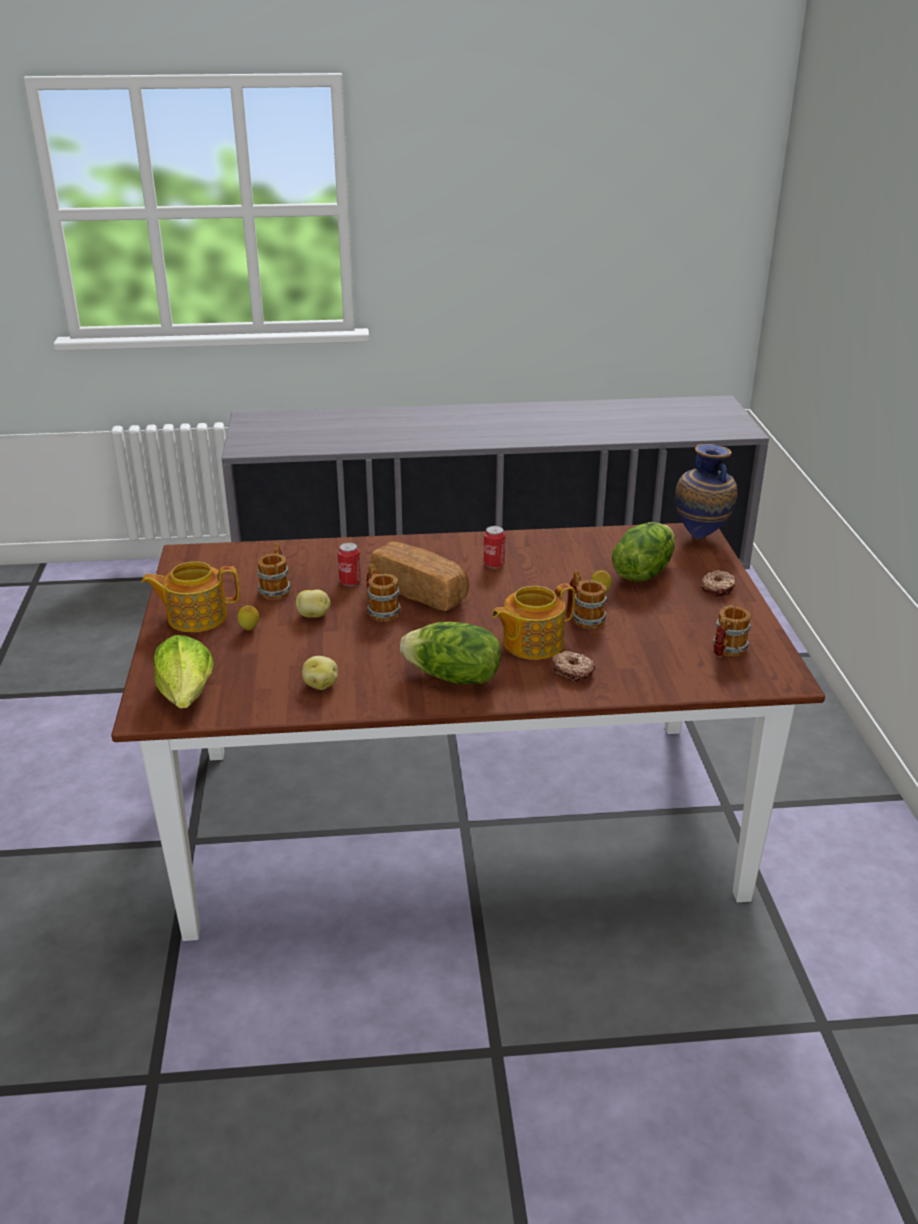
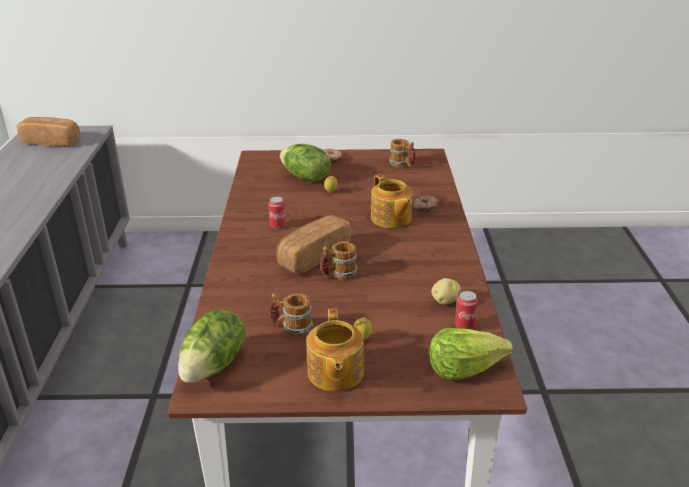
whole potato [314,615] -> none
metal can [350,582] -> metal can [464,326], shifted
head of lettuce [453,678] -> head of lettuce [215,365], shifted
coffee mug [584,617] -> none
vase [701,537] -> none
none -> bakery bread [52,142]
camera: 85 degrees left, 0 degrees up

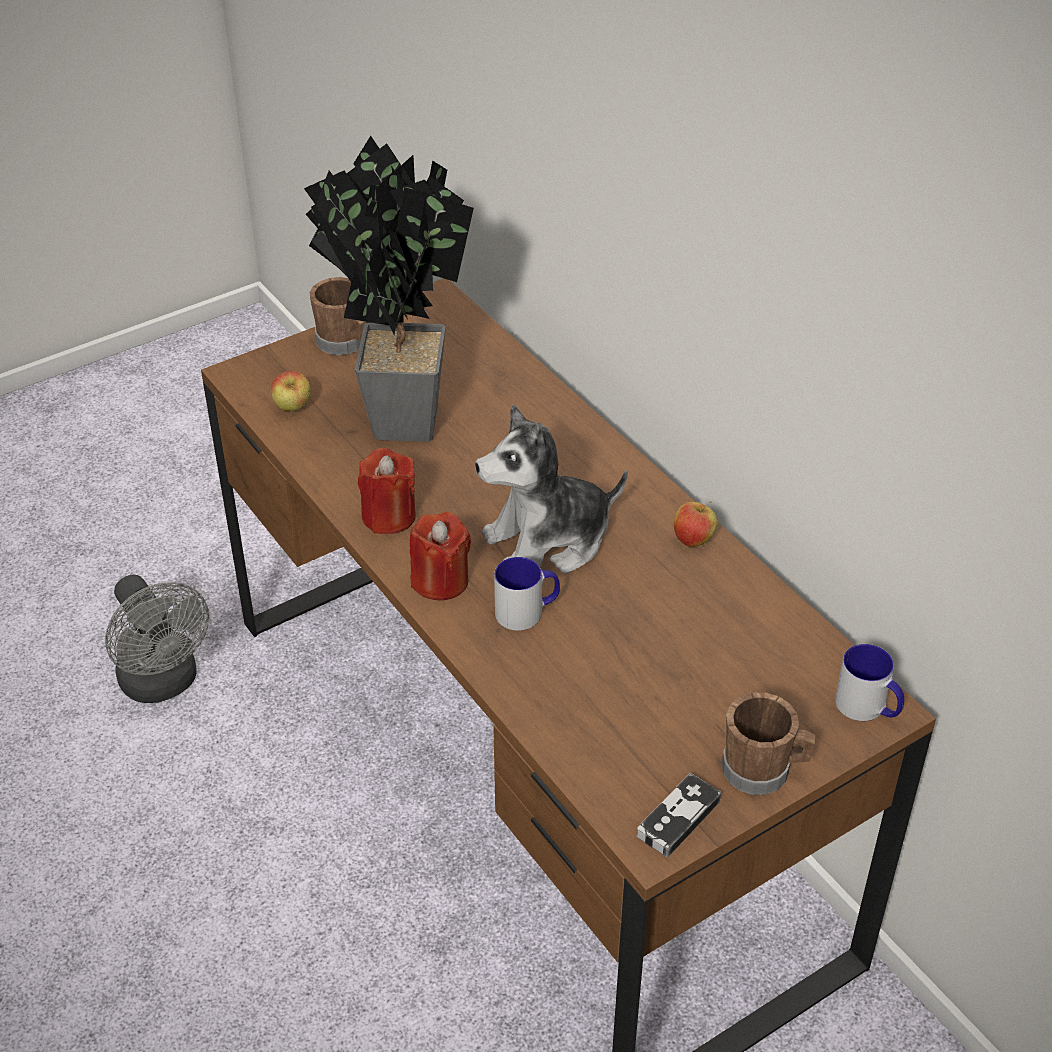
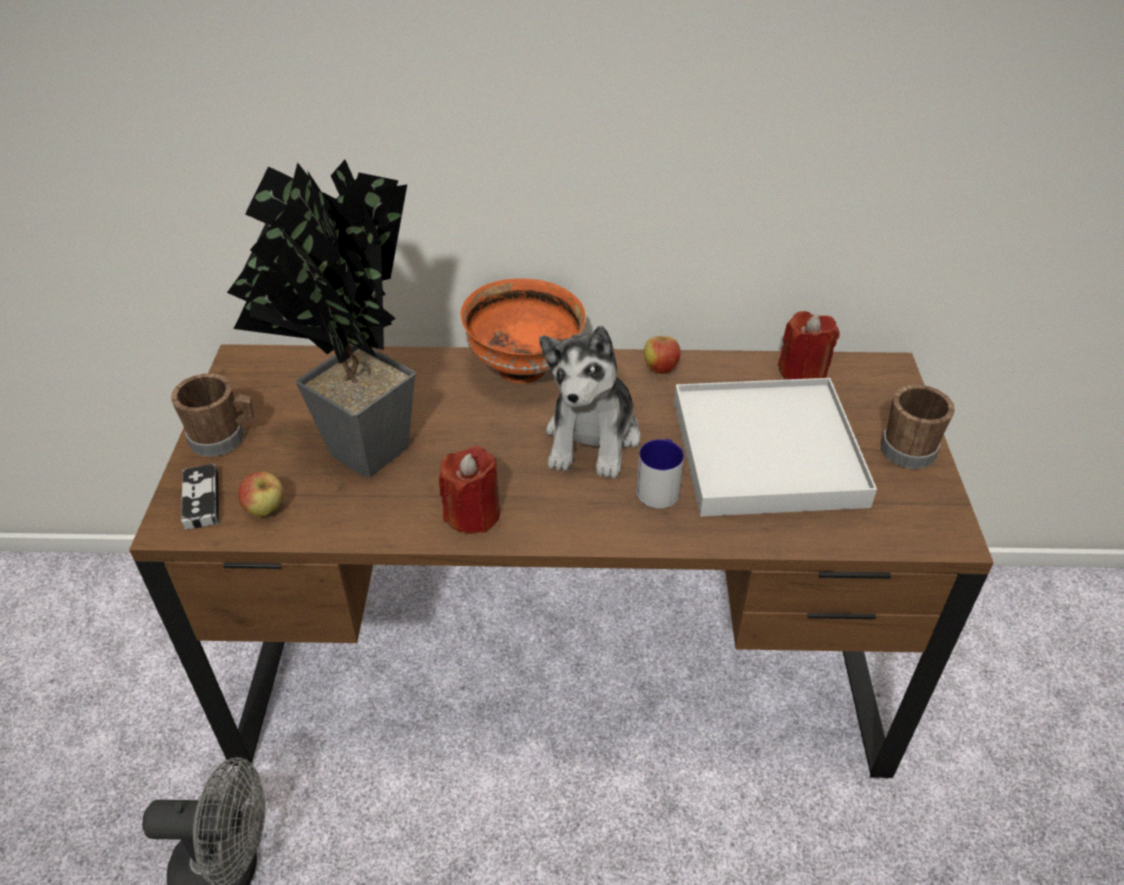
red-coloured wax candle [440,581] -> red-coloured wax candle [803,372], shifted
game controller [678,818] -> game controller [201,500], shifted
coffee mug [868,708] -> none
none -> orange deep dish [525,369]
none -> white-coloured carrying tray [766,452]
camera: 55 degrees left, 0 degrees up

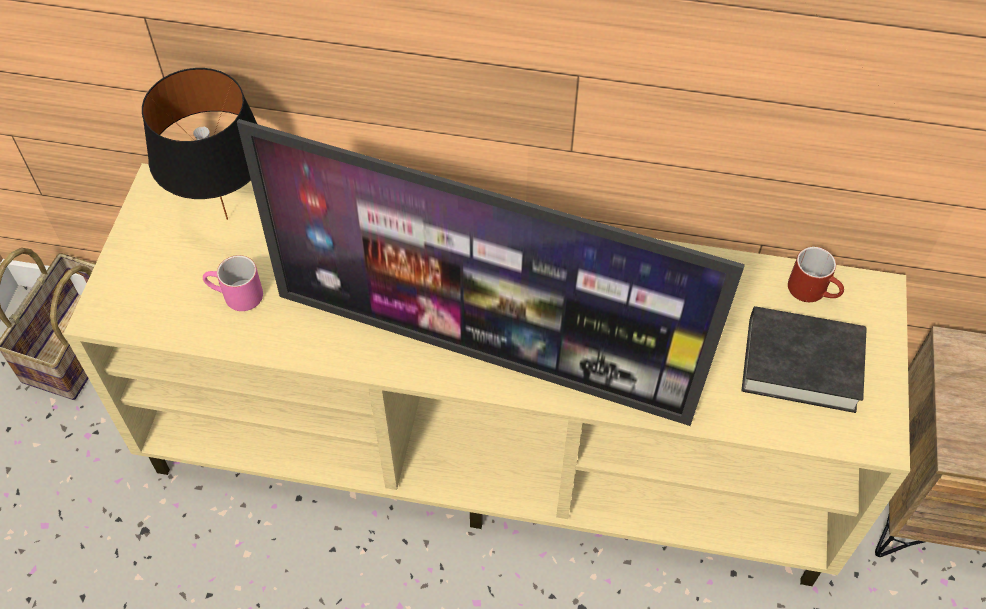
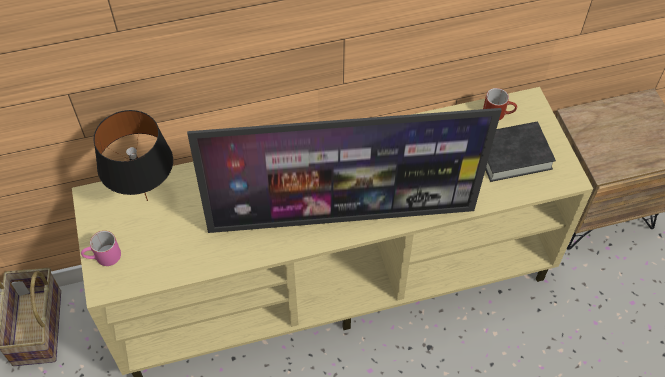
pinkish coffee mug [235,296] -> pinkish coffee mug [103,258], shifted
camera: 25 degrees left, 0 degrees up

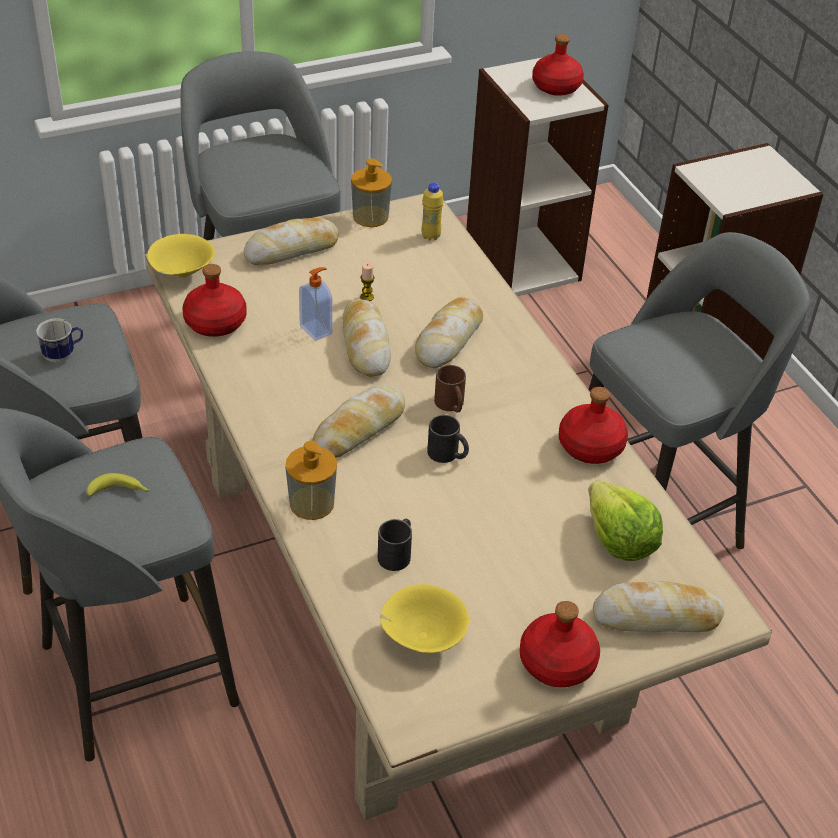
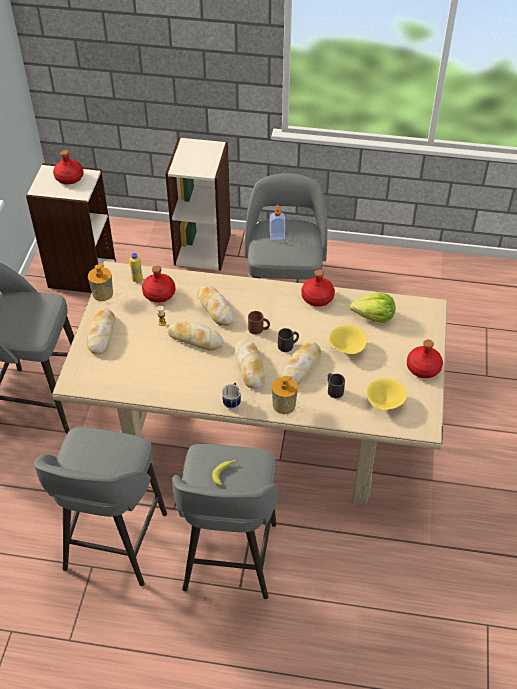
coffee mug [63,355] -> coffee mug [232,401], shifted
yellow deep dish [181,274] -> yellow deep dish [347,349], shifted
red-coloured drink bottle [216,322] -> red-coloured drink bottle [159,293], shifted
soap bottle [317,329] -> soap bottle [277,236], shifted
bakery bread [657,616] -> bakery bread [301,367], shifted
camera: 55 degrees left, 5 degrees up

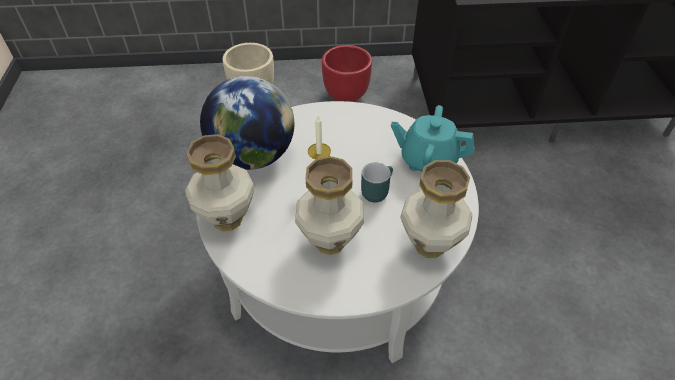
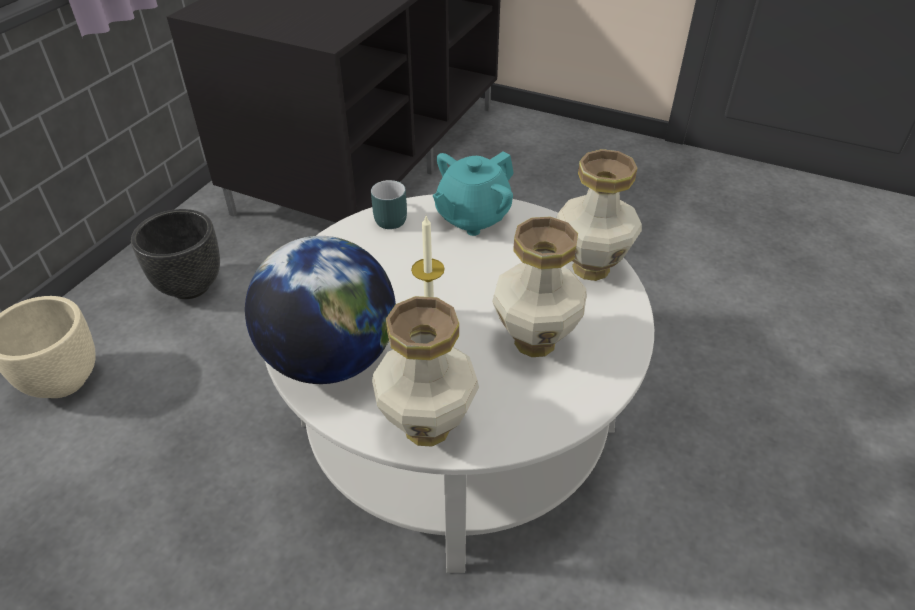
red-coloured flower pot [345,96] -> black-coloured flower pot [189,287]
turquoise-coloured coffee mug [375,190] -> turquoise-coloured coffee mug [387,218], shifted
camera: 60 degrees left, 5 degrees down

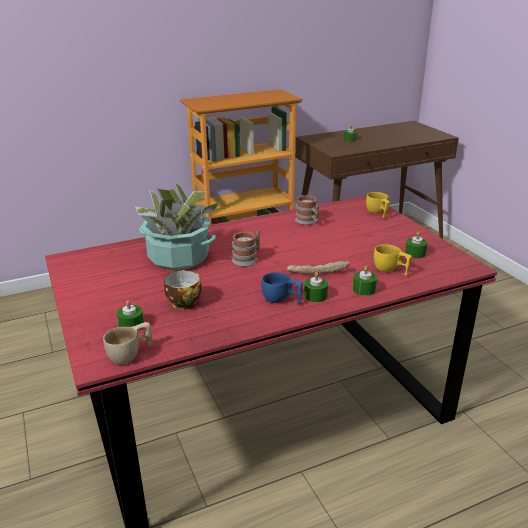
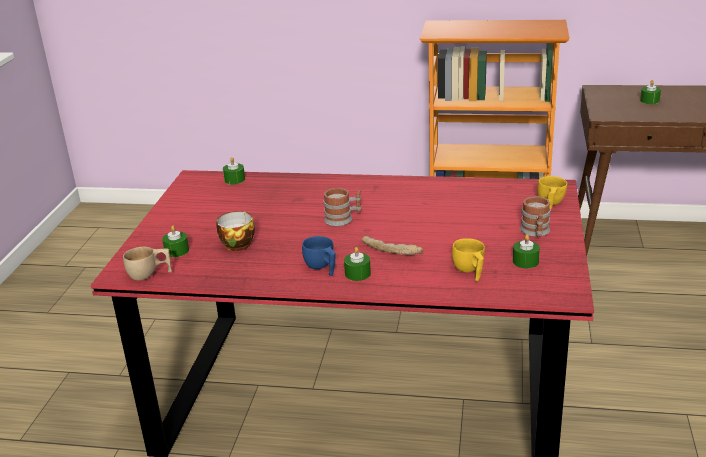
houseplant [179,258] -> none
coffee mug [308,222] -> coffee mug [535,232], shifted
green wax candle [364,289] -> green wax candle [234,180], shifted
camera: 35 degrees right, 0 degrees up

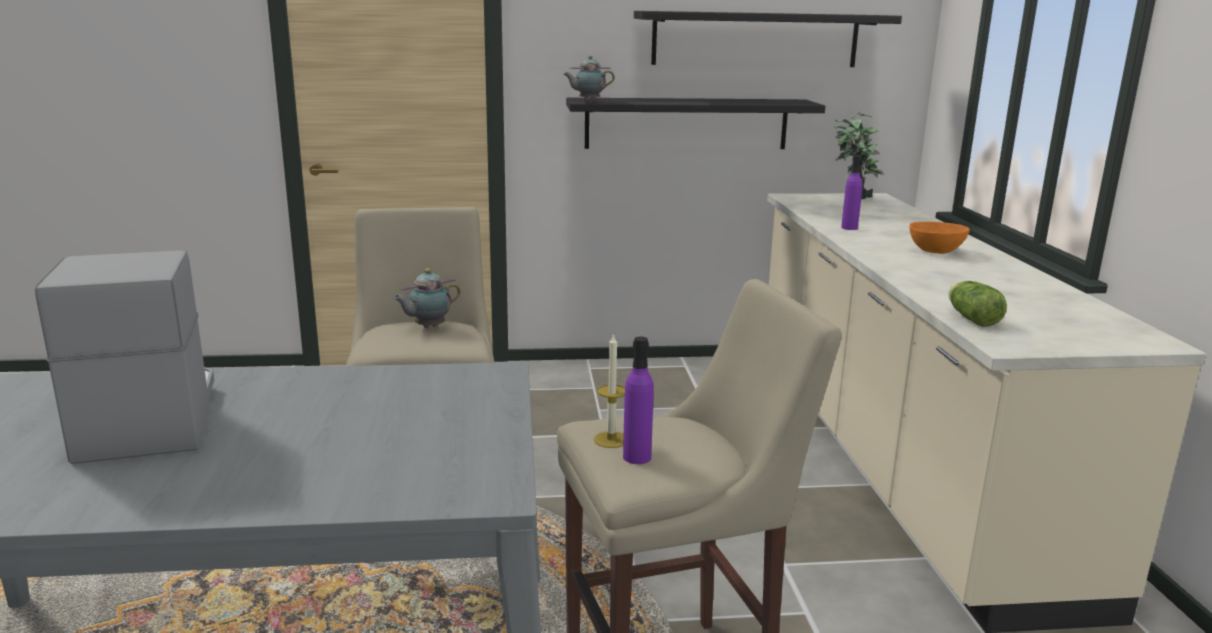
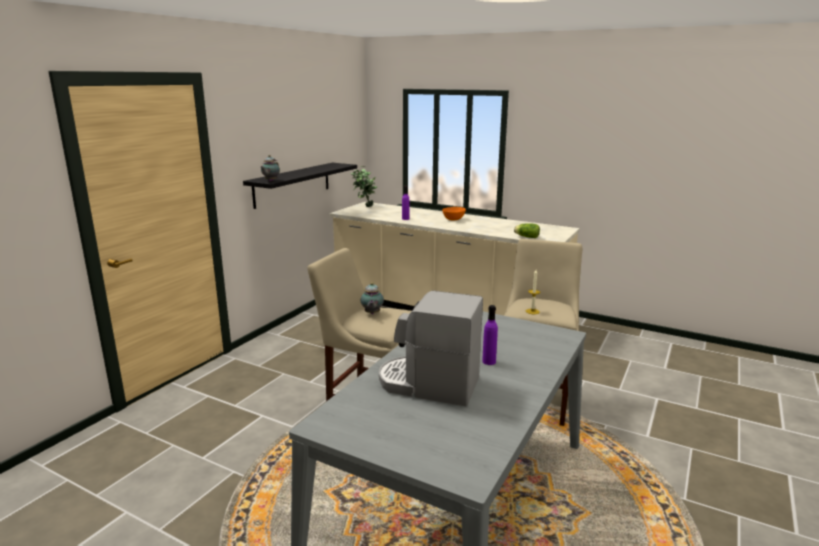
purple-coloured drink bottle [637,457] -> purple-coloured drink bottle [489,361], shifted
black-coloured shelf [755,39] -> none
camera: 55 degrees left, 0 degrees up

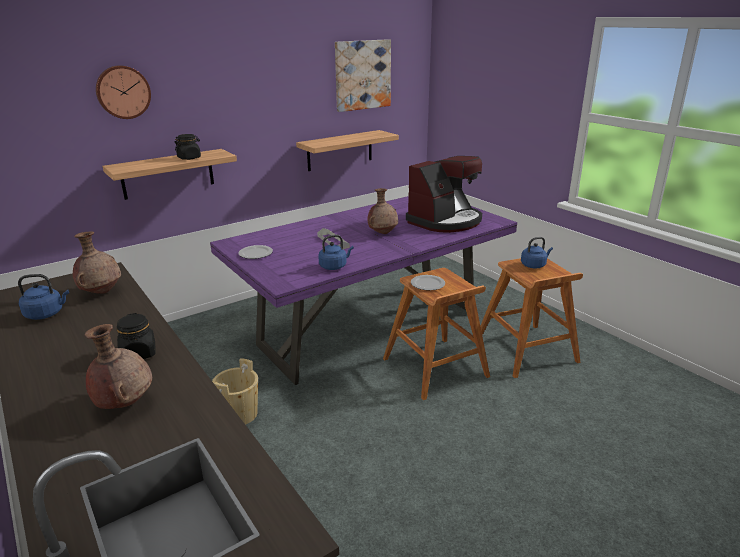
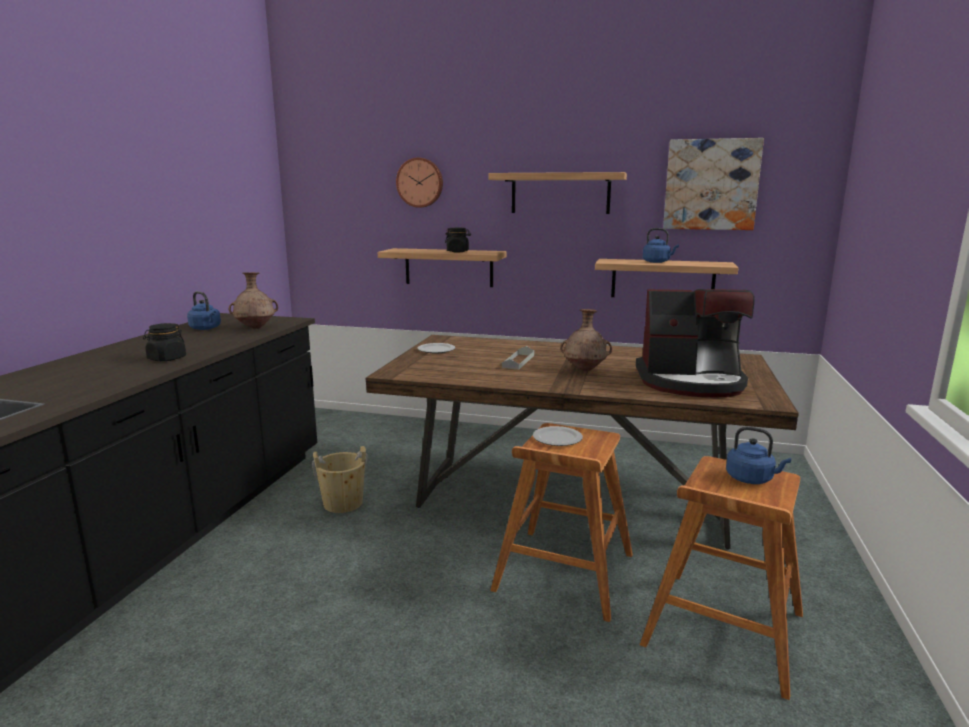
brownish vase [125,403] -> none
purple-coloured kitchen table [370,328] -> brownish kitchen table [571,501]
blue-coloured tea kettle [334,266] -> blue-coloured tea kettle [657,262], shifted
none -> shelf [560,193]
camera: 50 degrees right, 10 degrees down

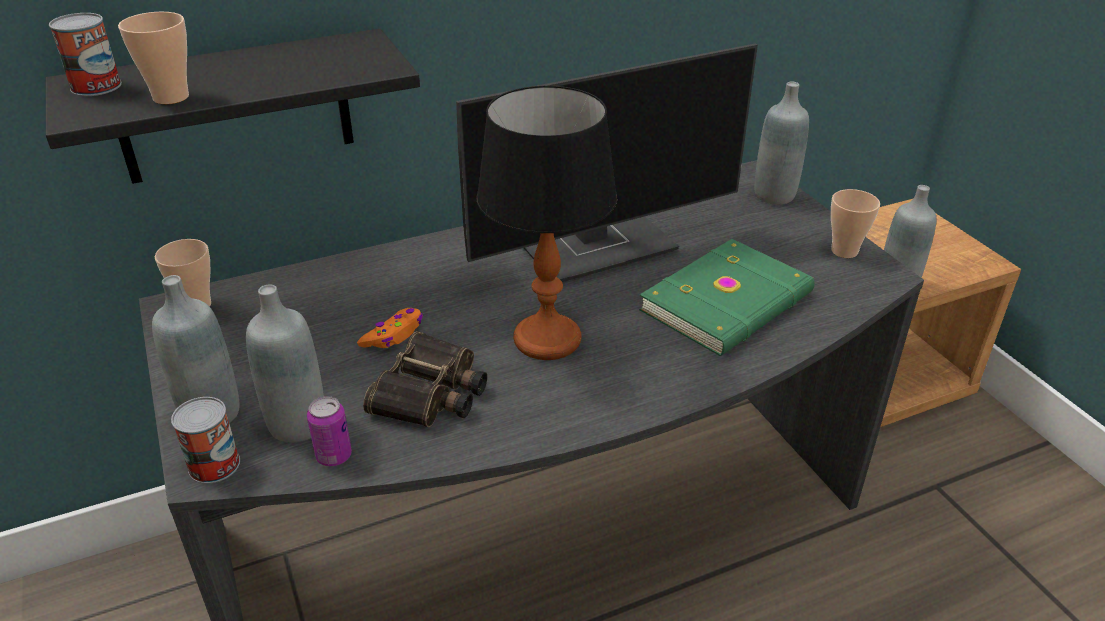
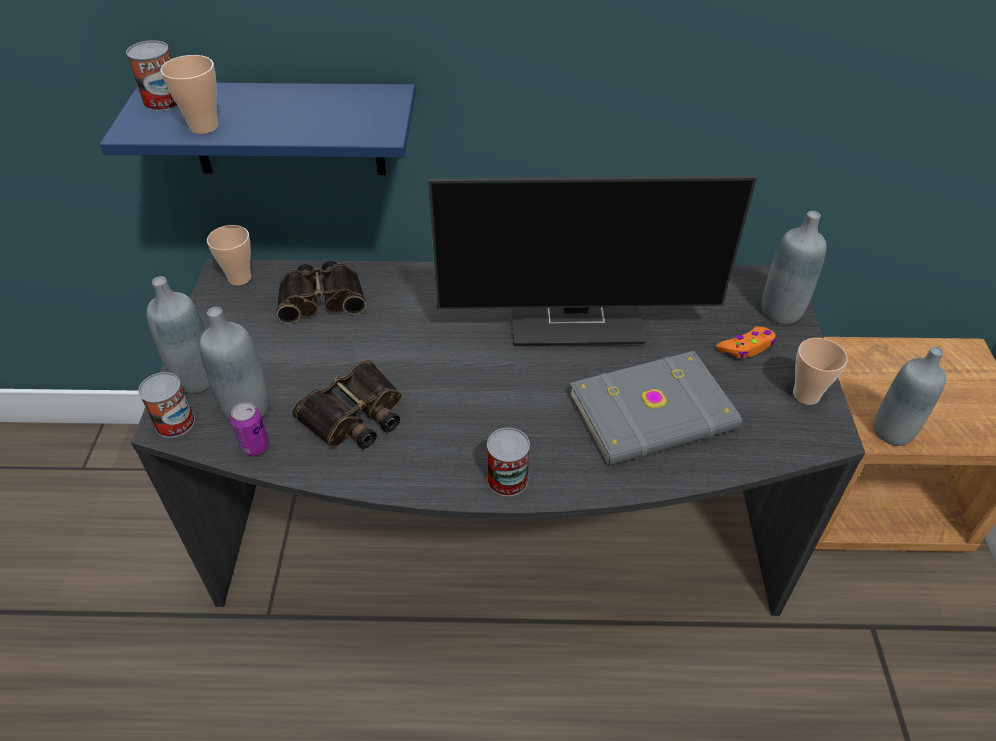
black-coloured shelf [235,107] -> blue-coloured shelf [286,129]
orange game controller [394,335] -> orange game controller [746,347], shifted
tabletop lamp [546,339] -> none
green volume [729,303] -> grey volume [654,415]
none -> pair of binoculars [322,298]
none -> metal can [507,479]
camera: 25 degrees right, 10 degrees up

